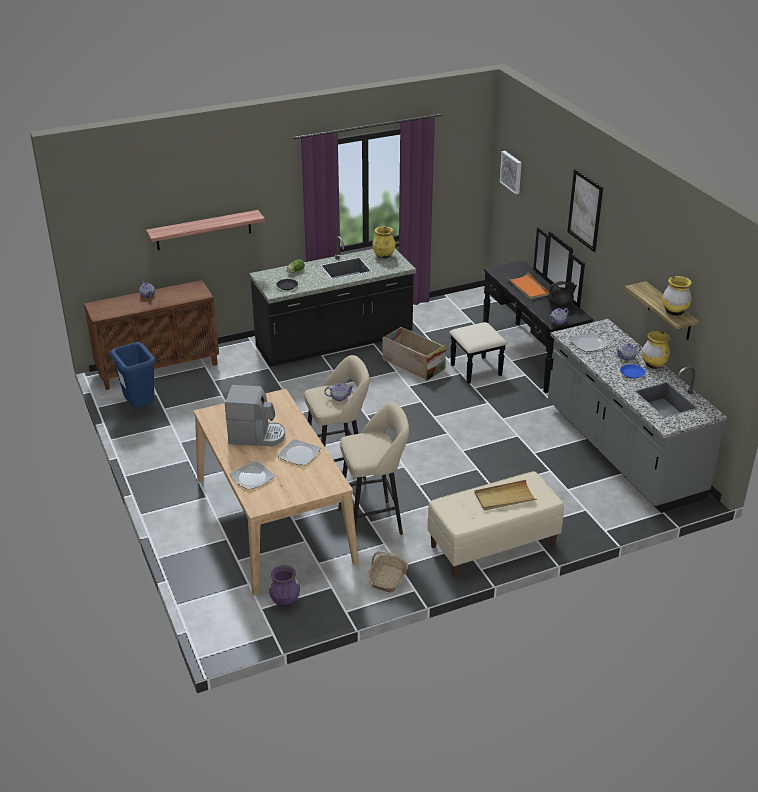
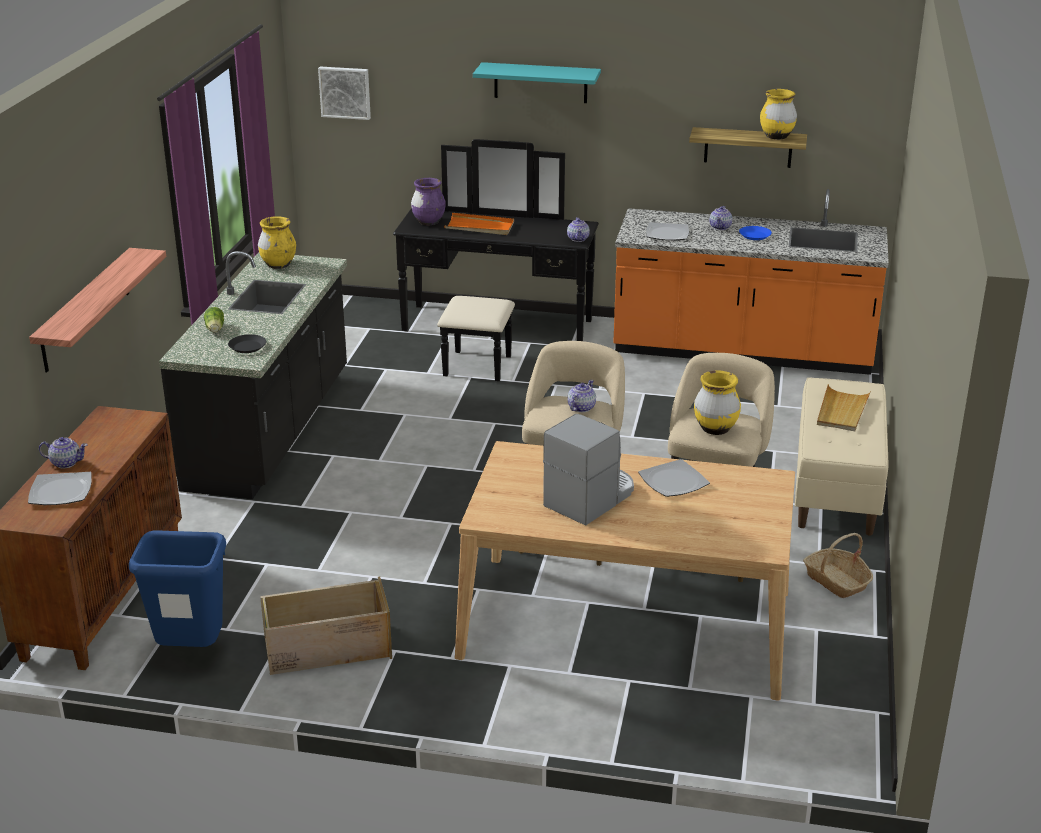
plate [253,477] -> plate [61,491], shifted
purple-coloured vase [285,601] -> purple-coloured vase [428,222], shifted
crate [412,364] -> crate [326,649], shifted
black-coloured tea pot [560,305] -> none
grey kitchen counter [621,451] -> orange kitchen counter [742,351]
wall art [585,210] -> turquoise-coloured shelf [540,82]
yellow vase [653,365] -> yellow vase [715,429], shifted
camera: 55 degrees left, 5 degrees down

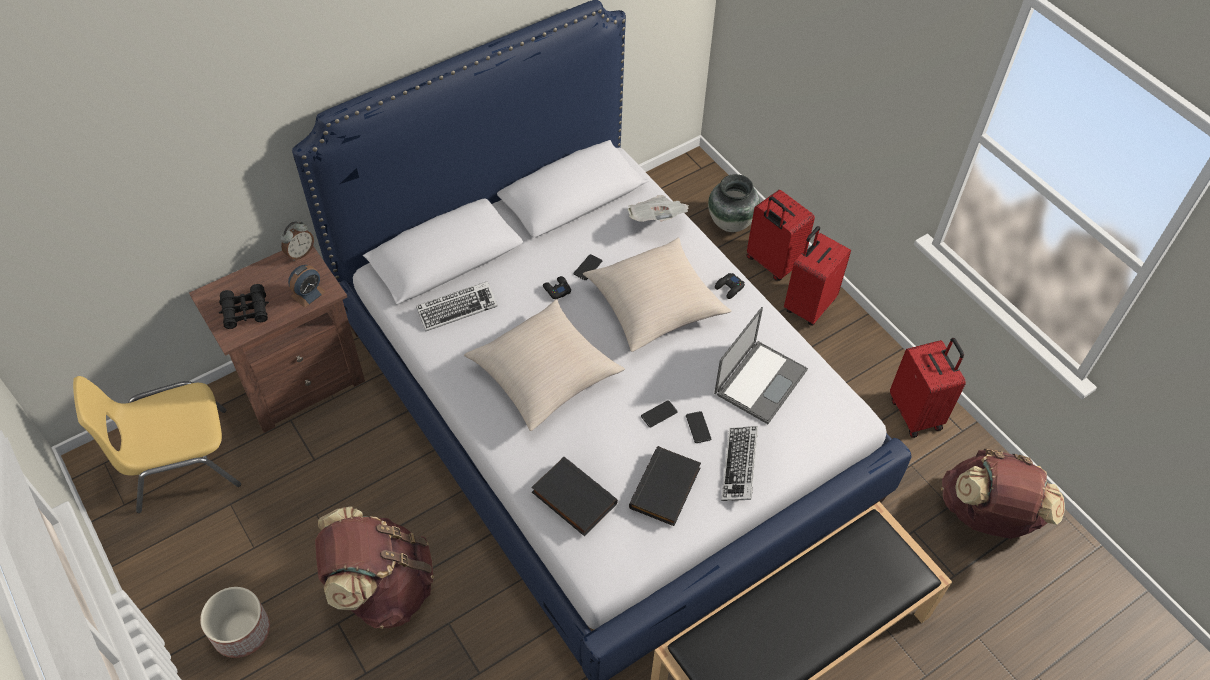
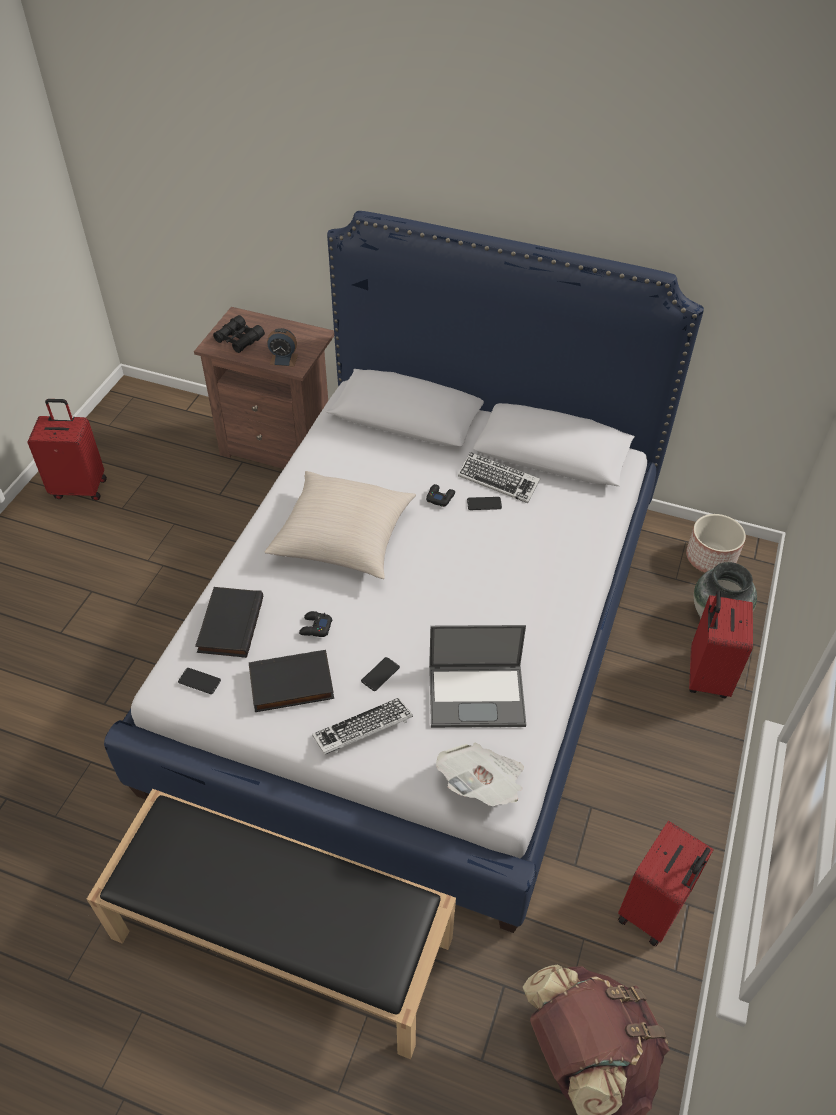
yellow upright chair [180,461] -> none
flower pot [240,632] -> flower pot [709,558], shifted
table clock [300,253] -> none
brownish rucksack [382,587] -> none
PC keyboard [457,309] -> PC keyboard [498,481], shifted
beige cushion [654,305] -> none
printed paper [656,220] -> printed paper [482,784], shifted
handset [659,414] -> handset [199,681], shifted
black-coloured game controller [729,288] -> black-coloured game controller [315,627], shifted
red-coloured piece of luggage [808,305] -> red-coloured piece of luggage [80,488], shifted
camera: 55 degrees right, 5 degrees down

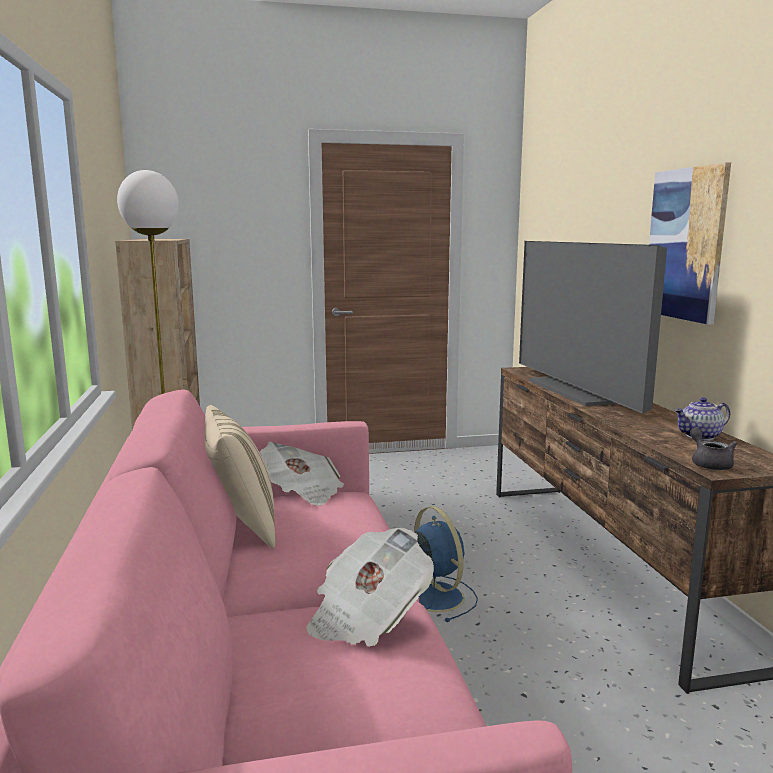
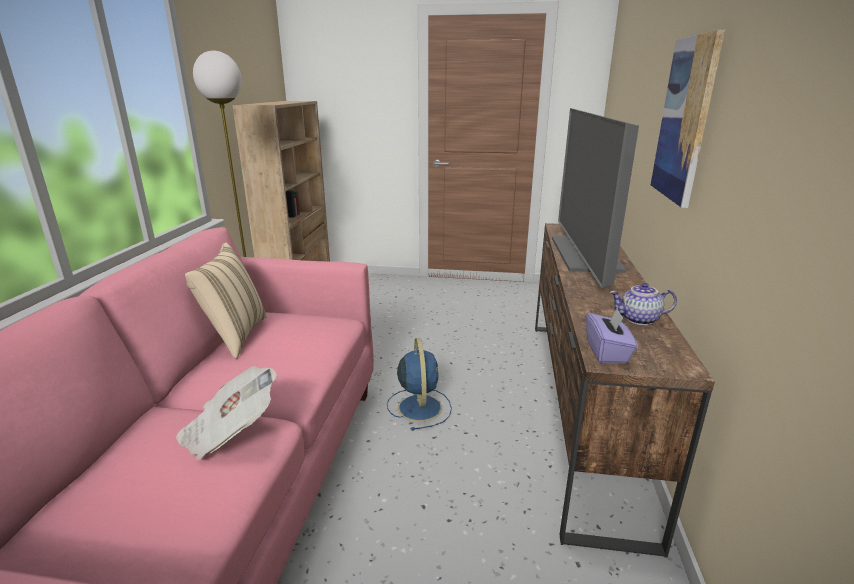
printed paper [302,491] -> none
grey tea pot [709,463] -> purple-coloured tissue holder [607,352]
camera: 20 degrees right, 10 degrees up

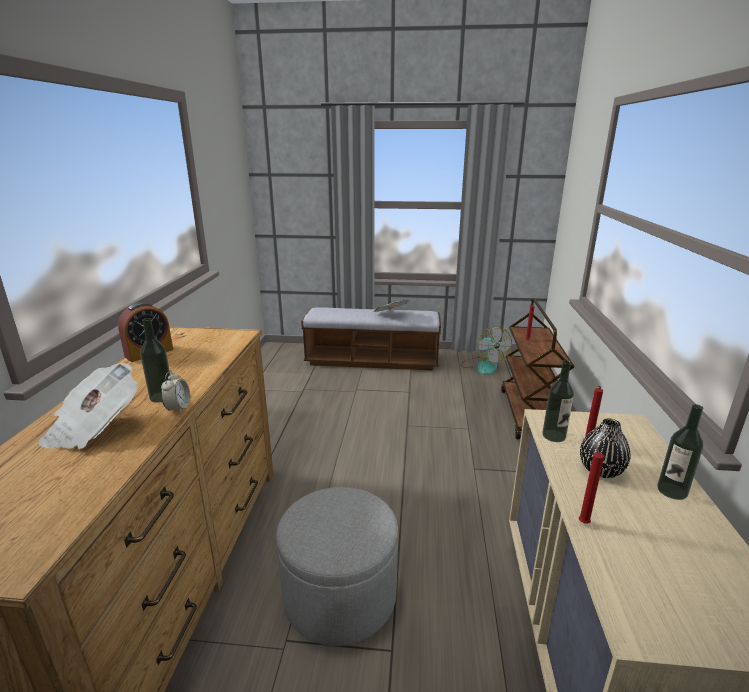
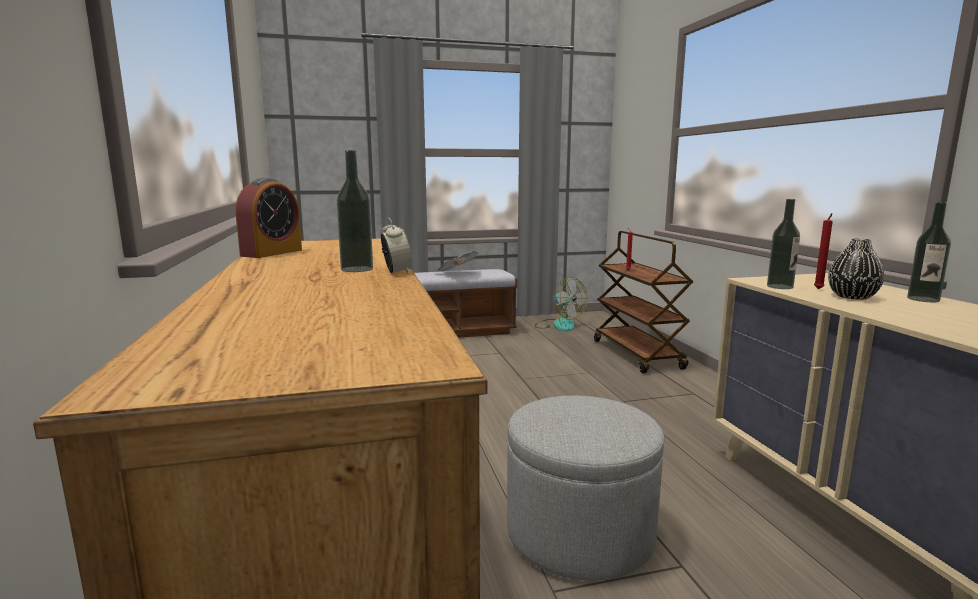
printed paper [94,428] -> none
red-coloured wax candle [583,521] -> none
camera: 20 degrees left, 10 degrees down

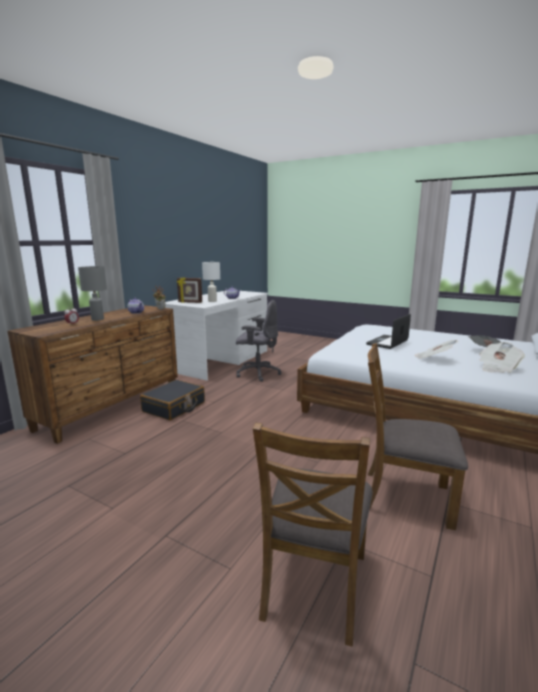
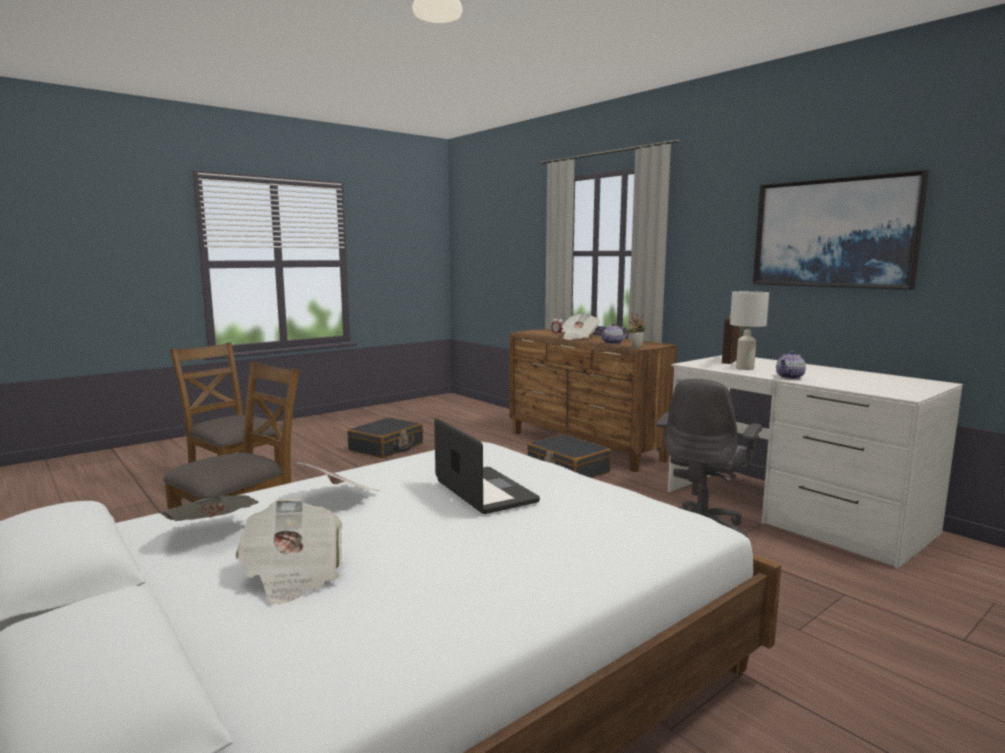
grey tabletop lamp [98,319] -> printed paper [578,337]
none -> black-coloured piece of luggage [386,447]
none -> wall art [833,233]
camera: 110 degrees right, 5 degrees down

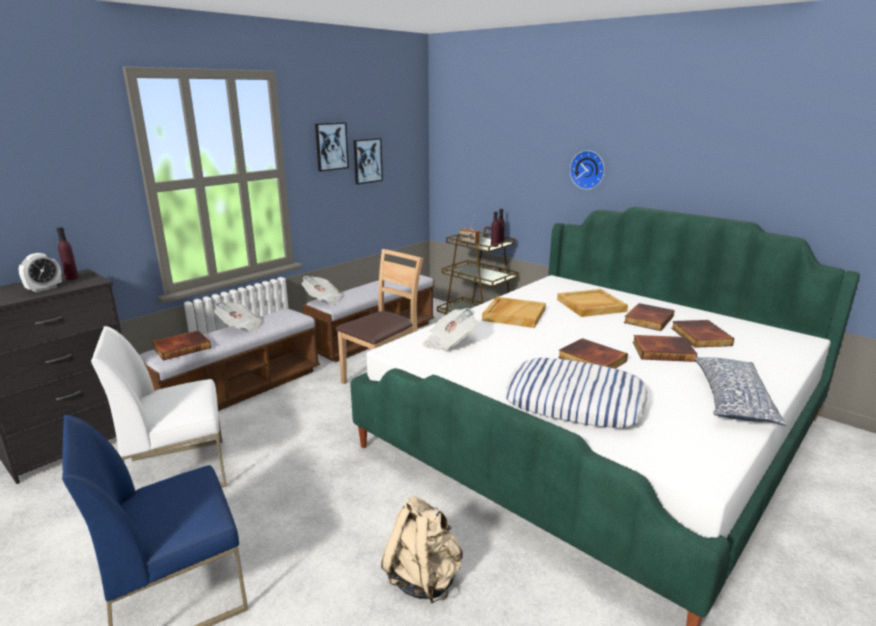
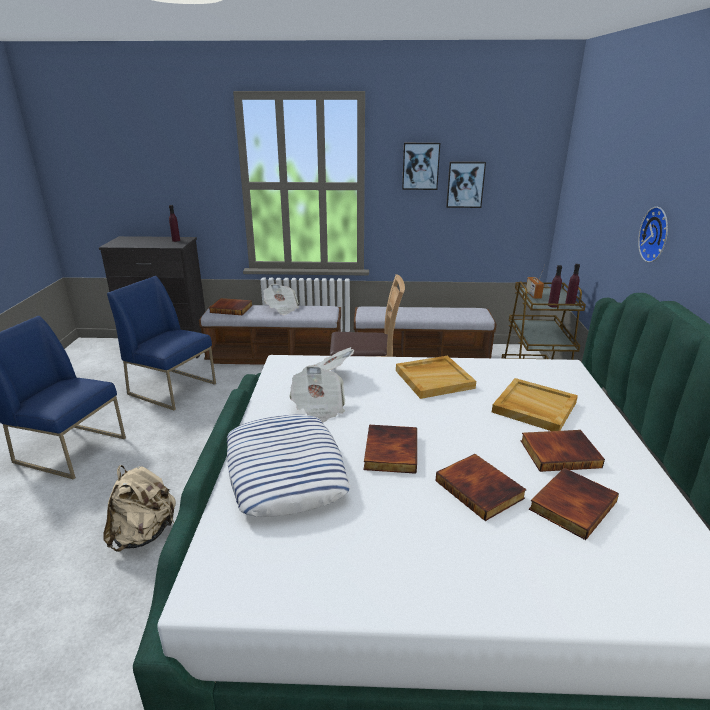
table clock [44,289] -> none
white-coloured upright chair [178,471] -> blue-coloured upright chair [173,389]
printed paper [323,300] -> printed paper [318,408], shifted
cushion [732,400] -> none
camera: 50 degrees right, 5 degrees up

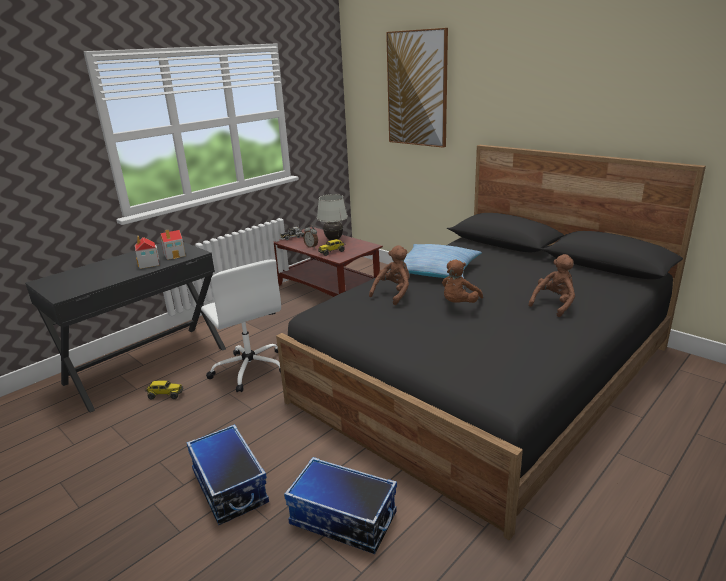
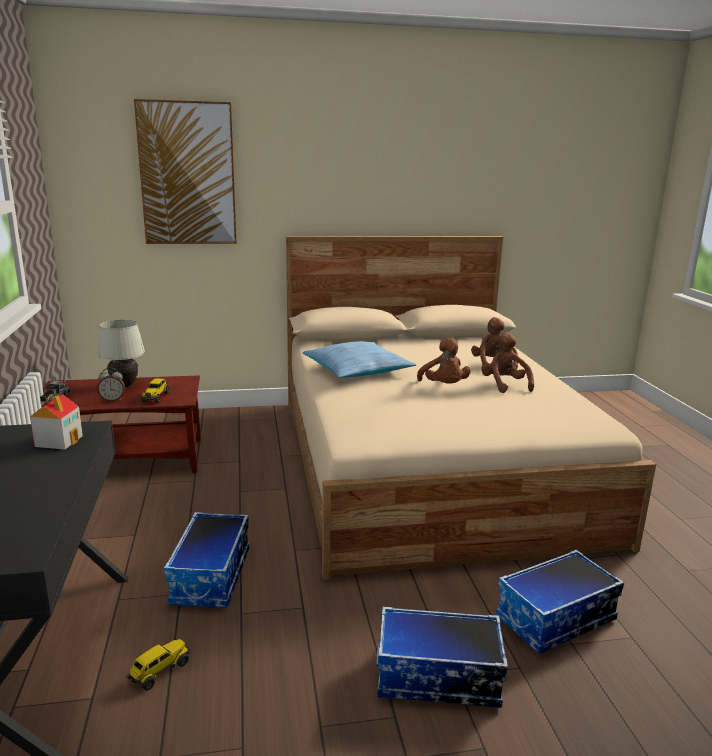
miniature house [149,264] -> none
white-coloured office chair [250,369] -> storage container [212,577]
black-coloured bed [487,374] -> beige bed [427,463]
brownish soft toy [393,293] -> brownish soft toy [504,385], shifted
camera: 55 degrees left, 5 degrees down

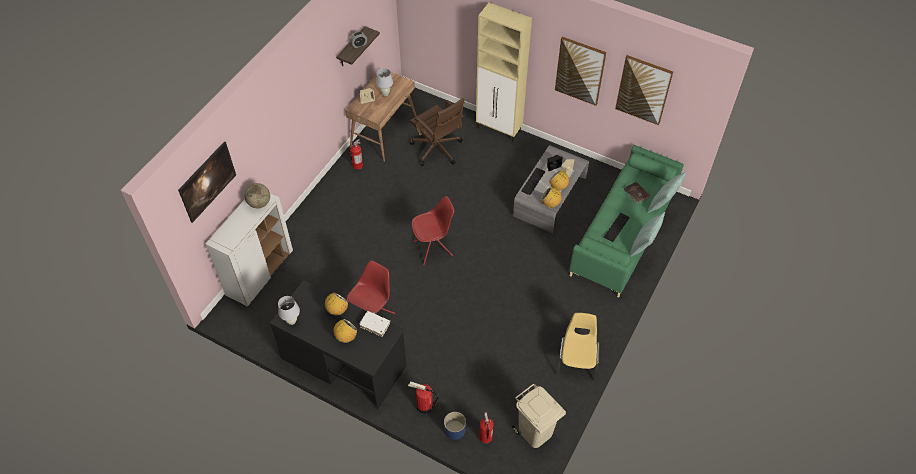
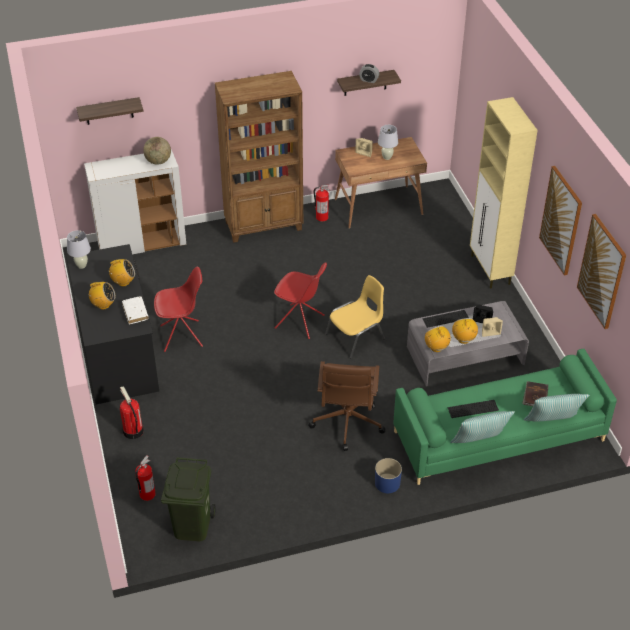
wall art [210,189] -> shelf [109,111]
brownish office chair [437,150] -> brownish office chair [347,423], shifted
blue-coloured flower pot [455,430] -> blue-coloured flower pot [387,483], shifted
beige waste bin [535,432] -> green waste bin [191,526]
yellow upright chair [577,360] -> yellow upright chair [356,337], shifted
none -> brownish bookshelf [264,226]
camera: 45 degrees right, 10 degrees down

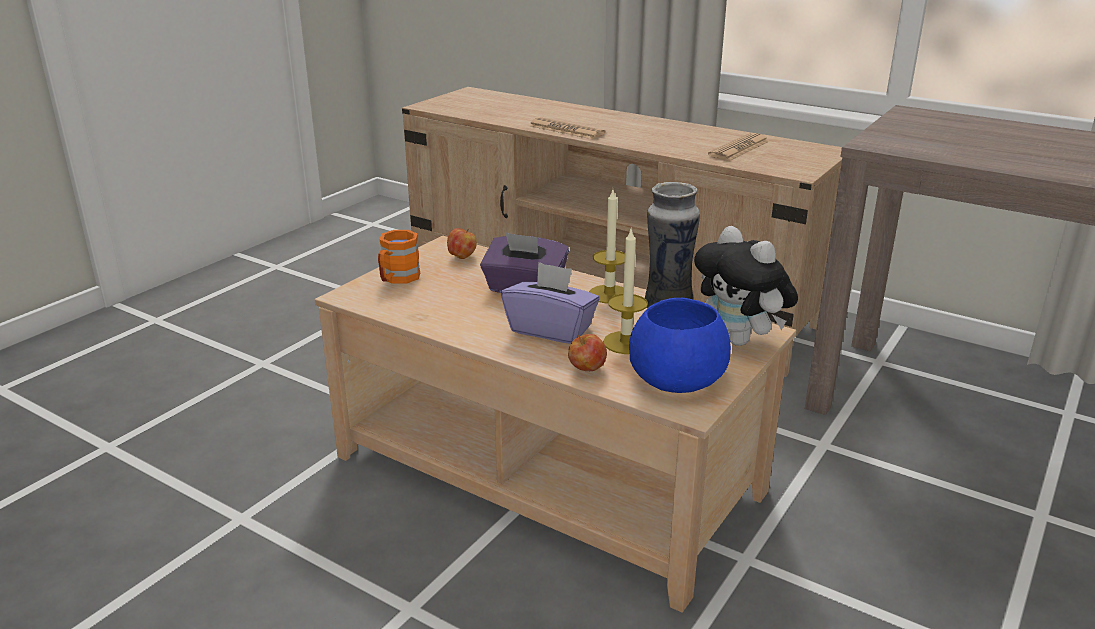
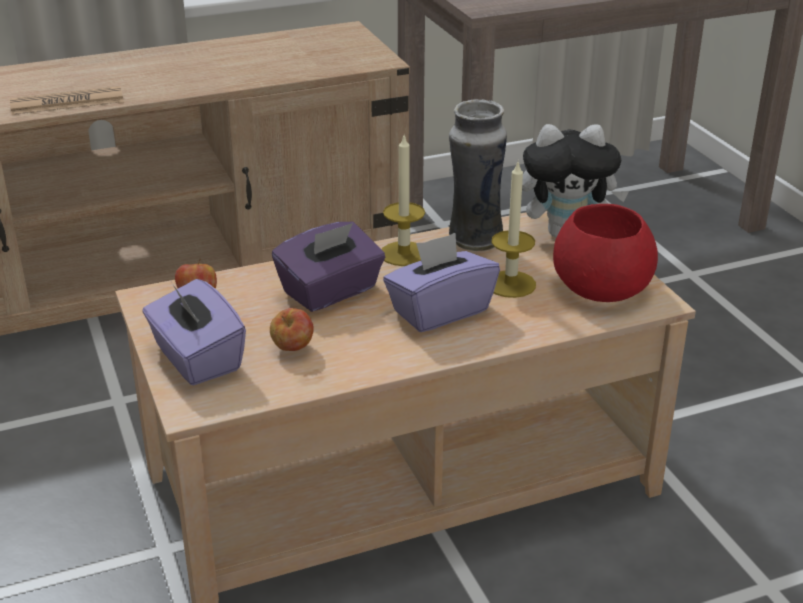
orange coffee mug [397,279] -> purple-coloured tissue holder [196,359]
whole apple [587,370] -> whole apple [293,349], shifted
blue-coloured deep dish [675,380] -> red-coloured deep dish [602,288]
printed paper [739,148] -> none
camera: 55 degrees left, 5 degrees up

